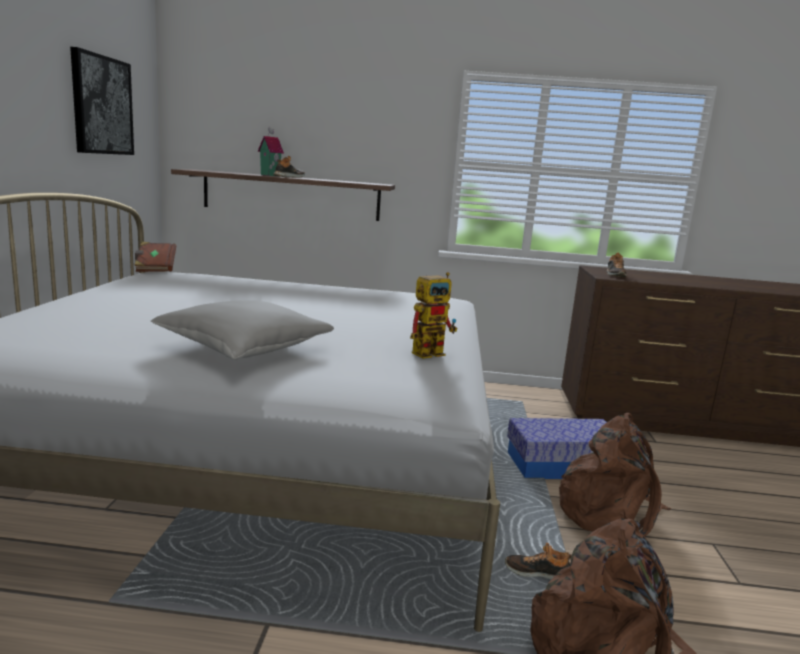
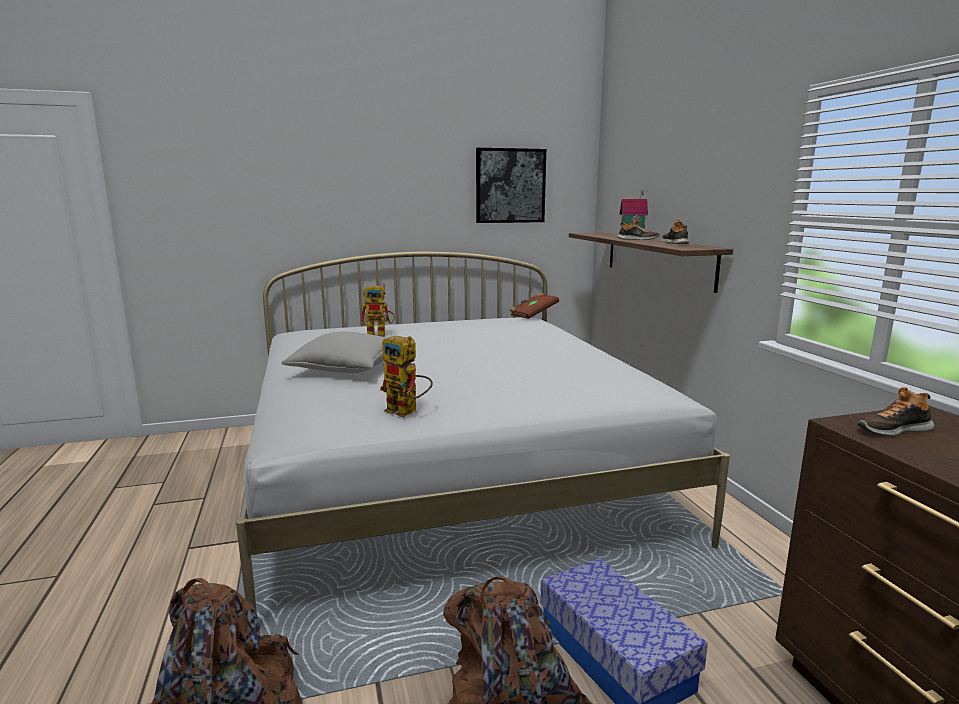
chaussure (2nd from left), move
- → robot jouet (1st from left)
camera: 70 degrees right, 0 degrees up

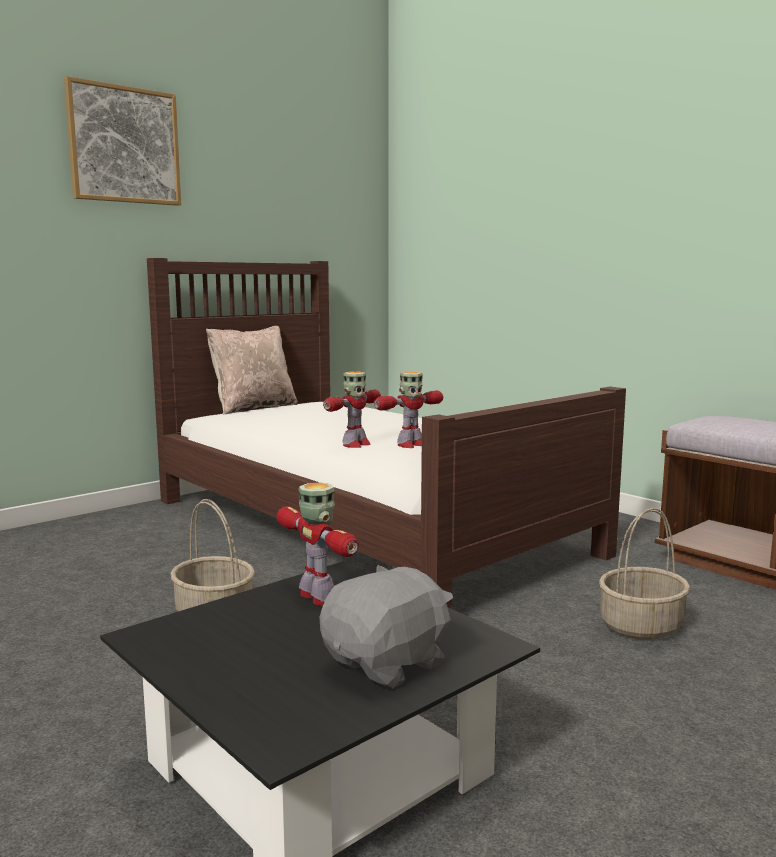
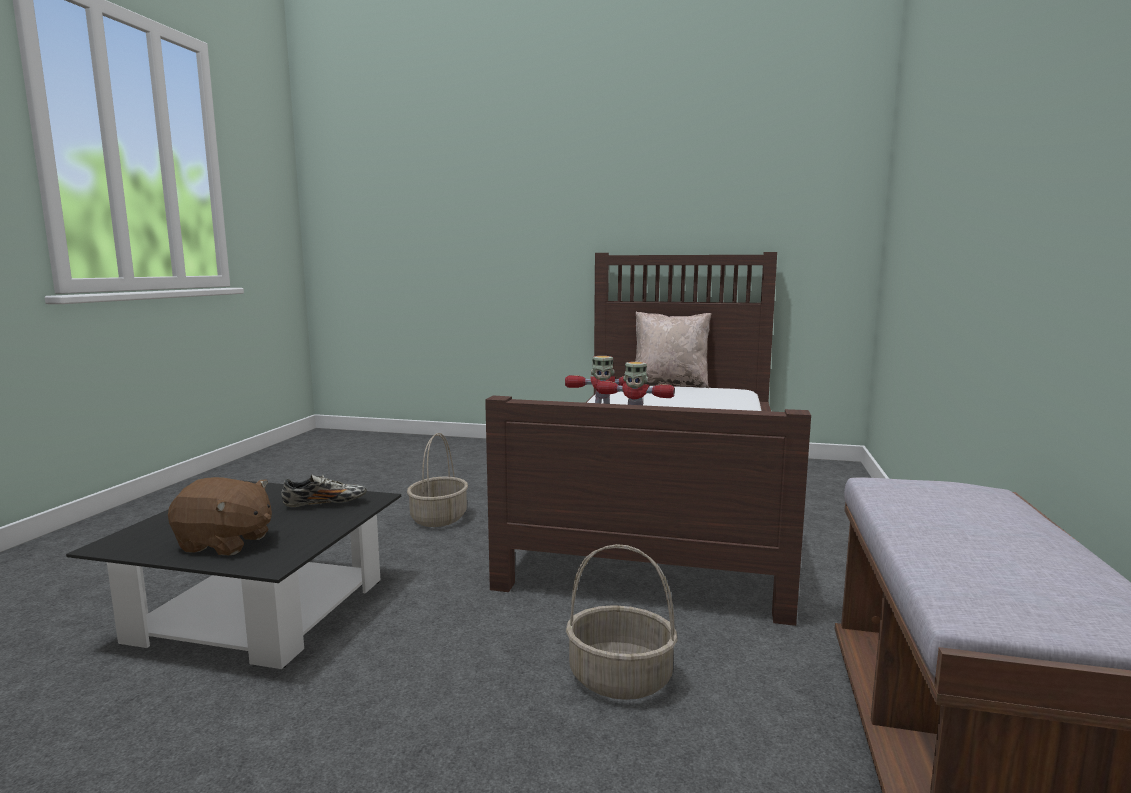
tableau → -
robot jouet (1st from left) → chaussure
peluche [gris] → peluche [marron]
camera: 55 degrees right, 0 degrees up

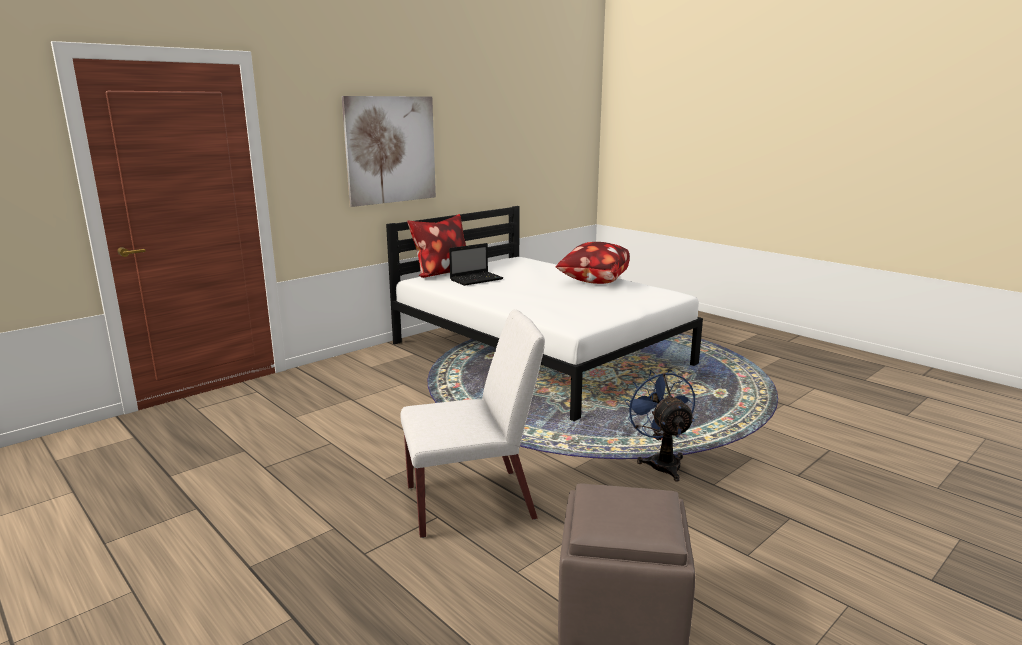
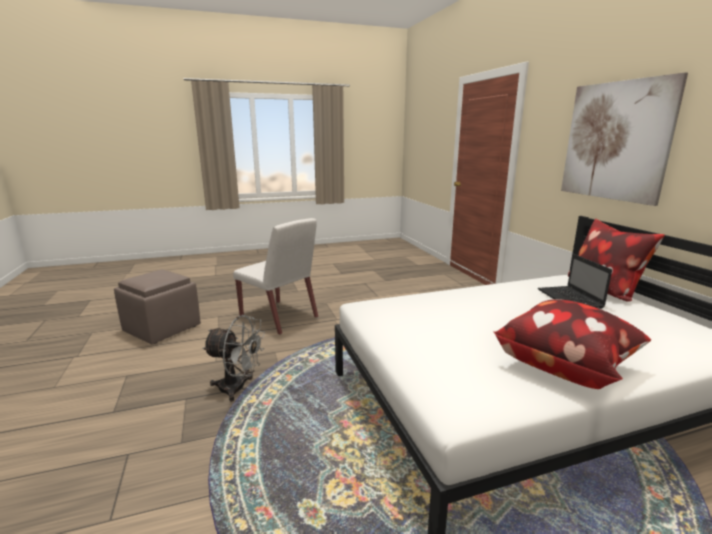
chaise [blanc], 60 degrees counterclockwise
ventilateur [bleu] → ventilateur [gris]
camera: 115 degrees right, 0 degrees up

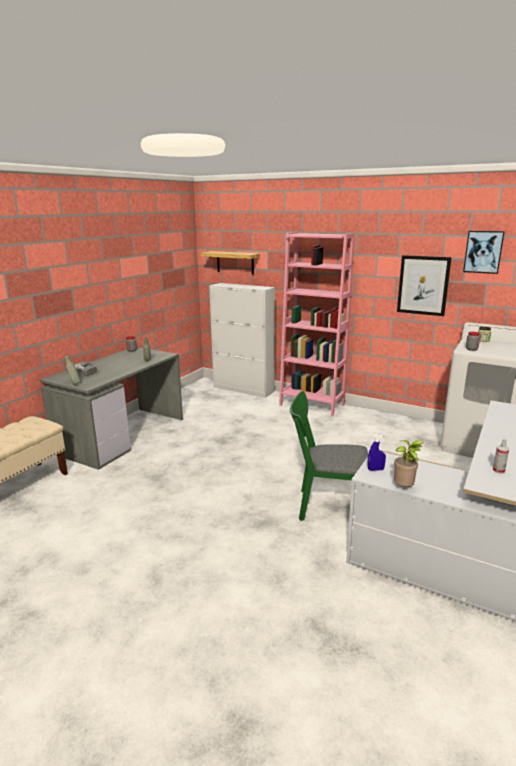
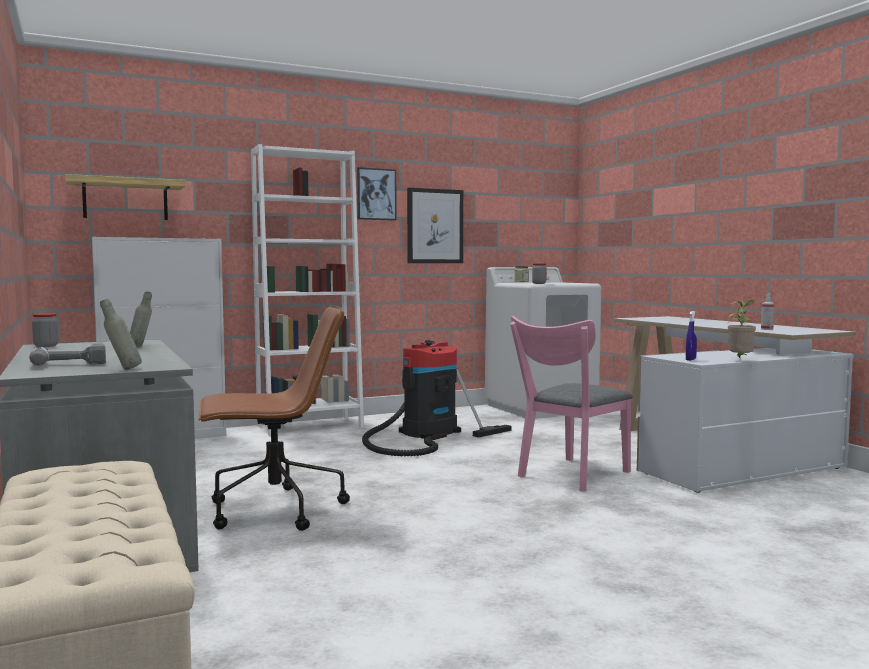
tableau (2nd from left in the first image) → tableau (1st from left), move
bibliothèque [rose] → bibliothèque [blanc]
chaise [vert] → chaise [rose]
- → chaise de bureau [marron]
- → aspirateur
camera: 55 degrees left, 15 degrees down

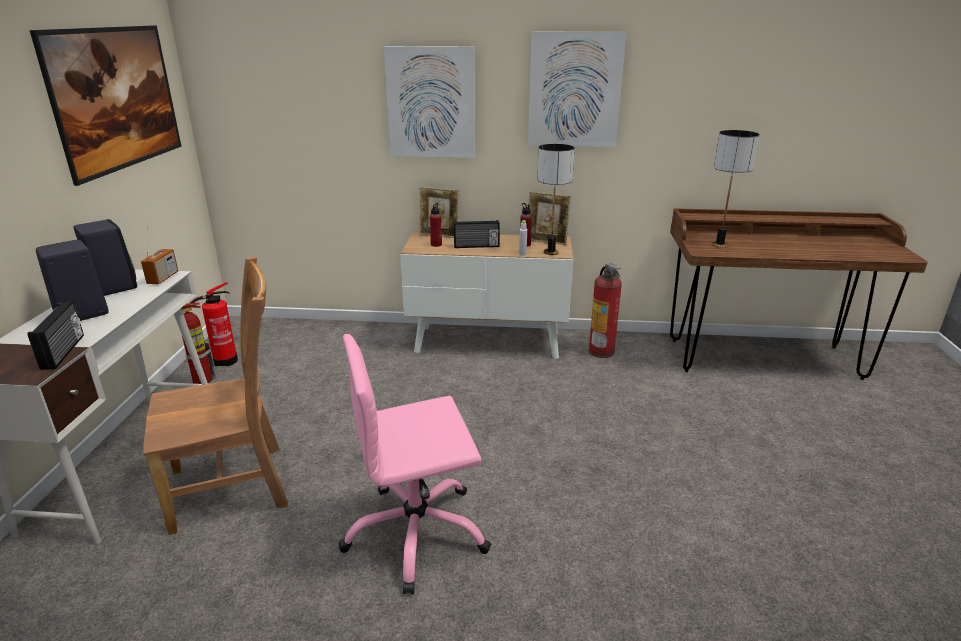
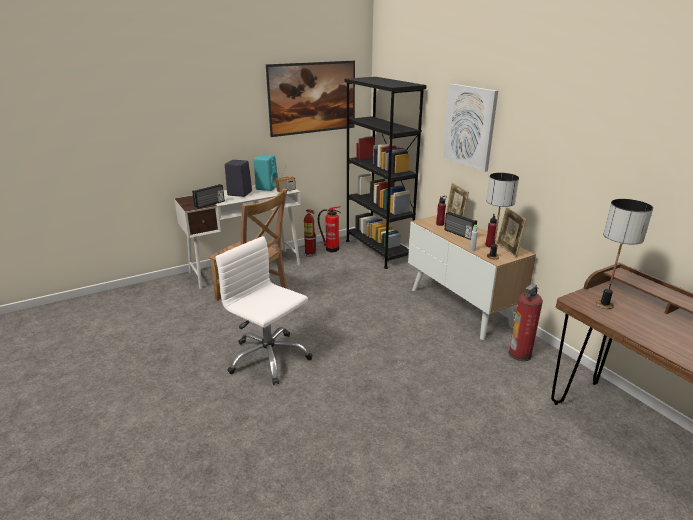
tableau (3rd from left) → -
enceinte [noir] (2nd from left) → enceinte [turquoise]
chaise de bureau [rose] → chaise de bureau [blanc]
- → bibliothèque [noir]
camera: 55 degrees right, 0 degrees up

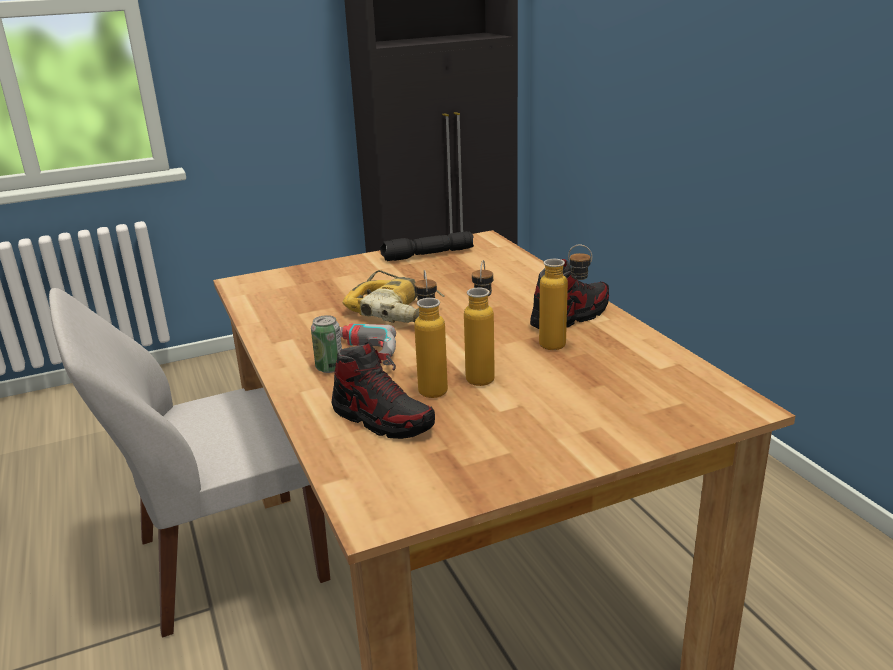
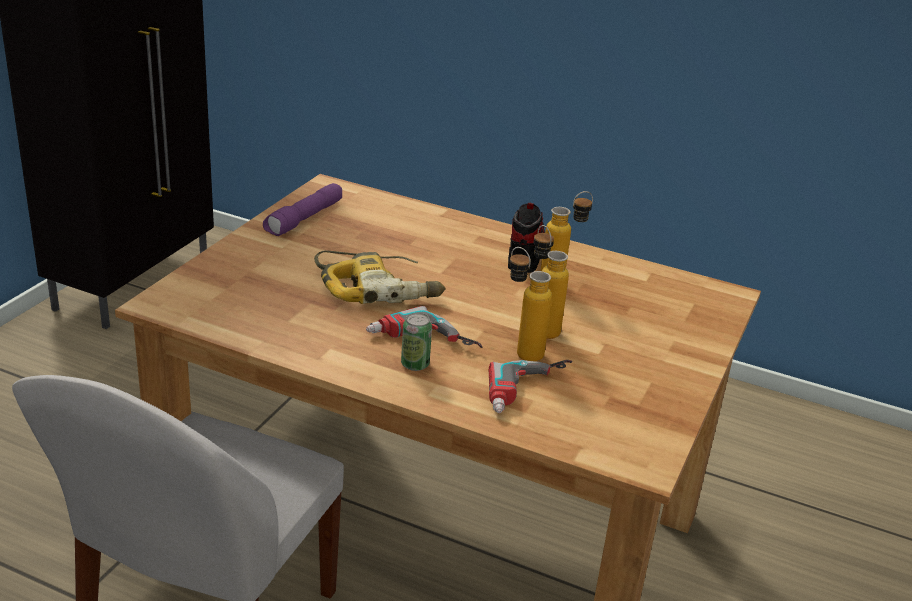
lampe de poche [noir] → lampe de poche [violet]
chaussure (1st from left) → perceuse (3rd from left)
camera: 45 degrees left, 5 degrees up

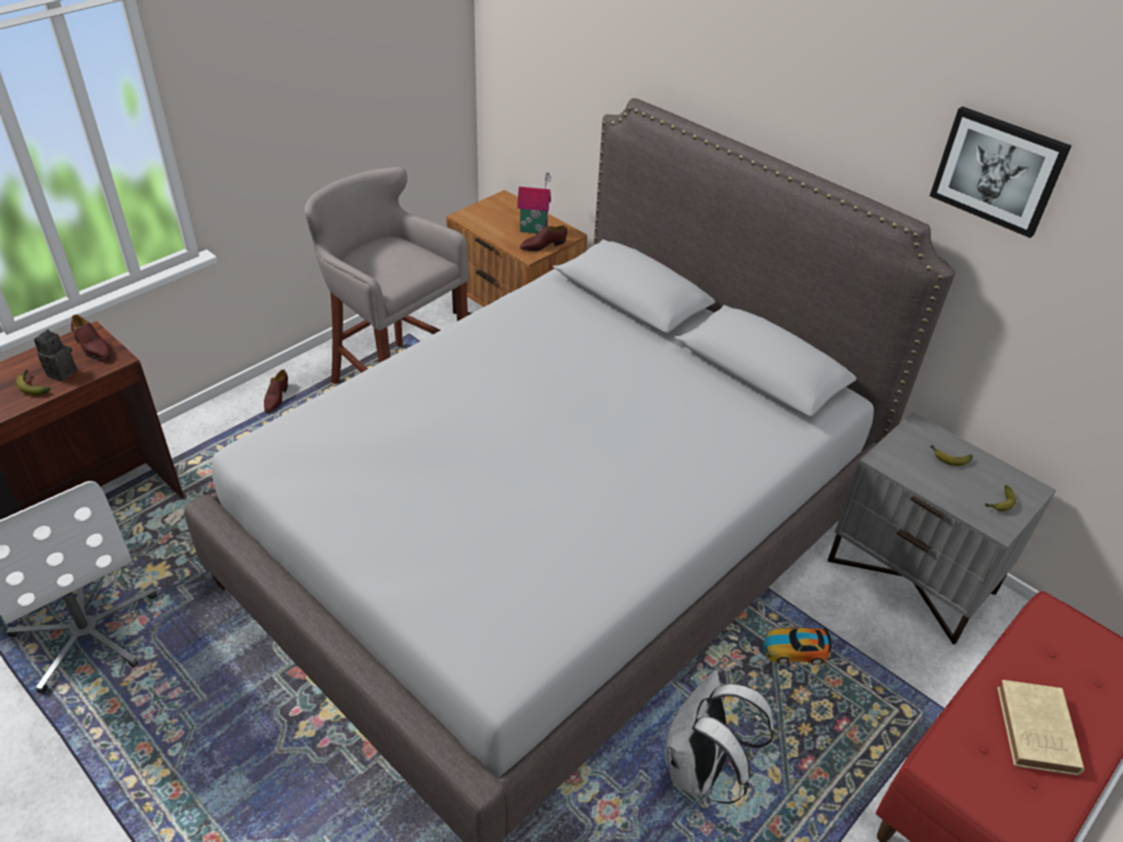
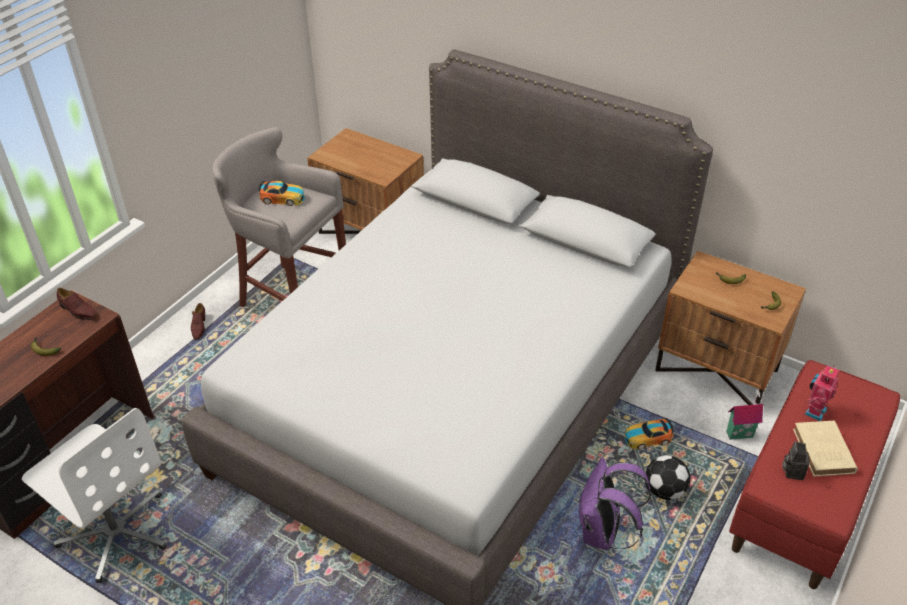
tableau → -
maison miniature, move
chaussure [marron] (3rd from left) → -
appareil photo, move
table de chevet [gris] → table de chevet [marron] (2nd from left)
sac à dos [blanc] → sac à dos [violet]
- → petite voiture (1st from left)
- → robot jouet
- → ballon de foot
camera: 10 degrees left, 0 degrees up

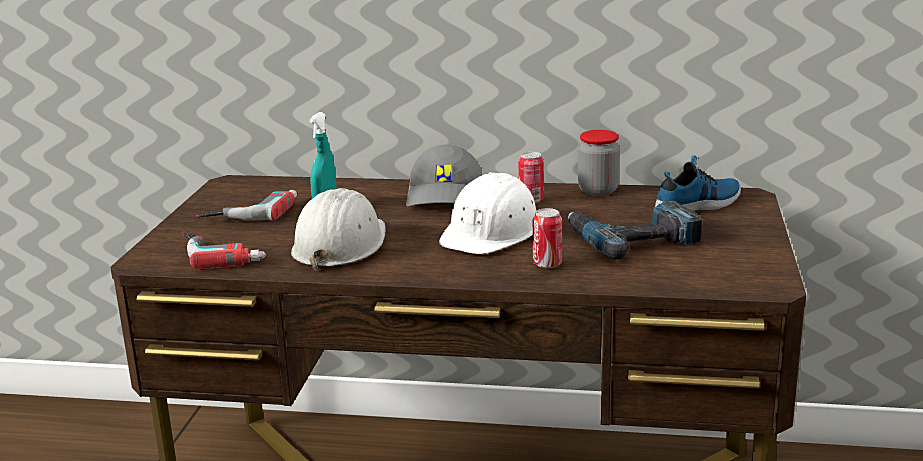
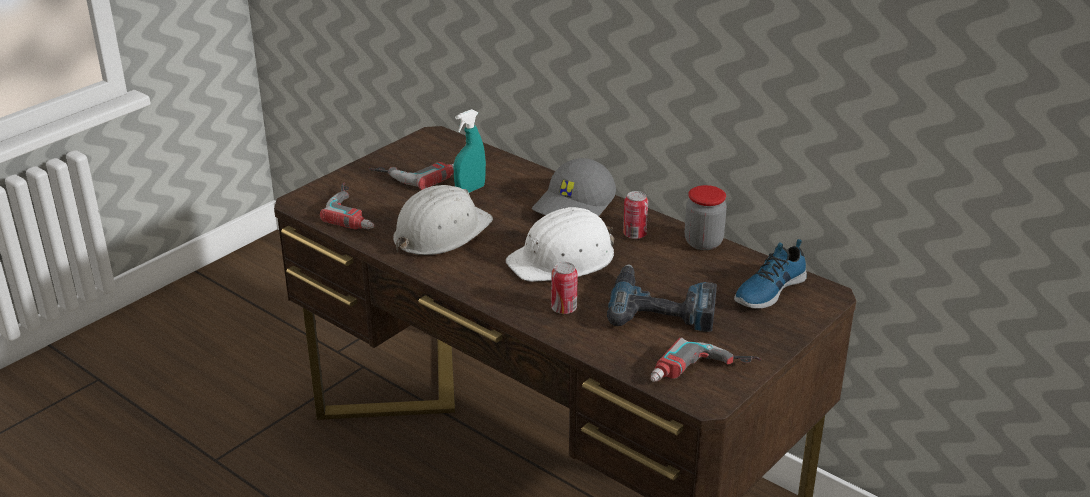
chaussure, 135 degrees clockwise
- → perceuse (4th from left)
camera: 30 degrees right, 10 degrees up

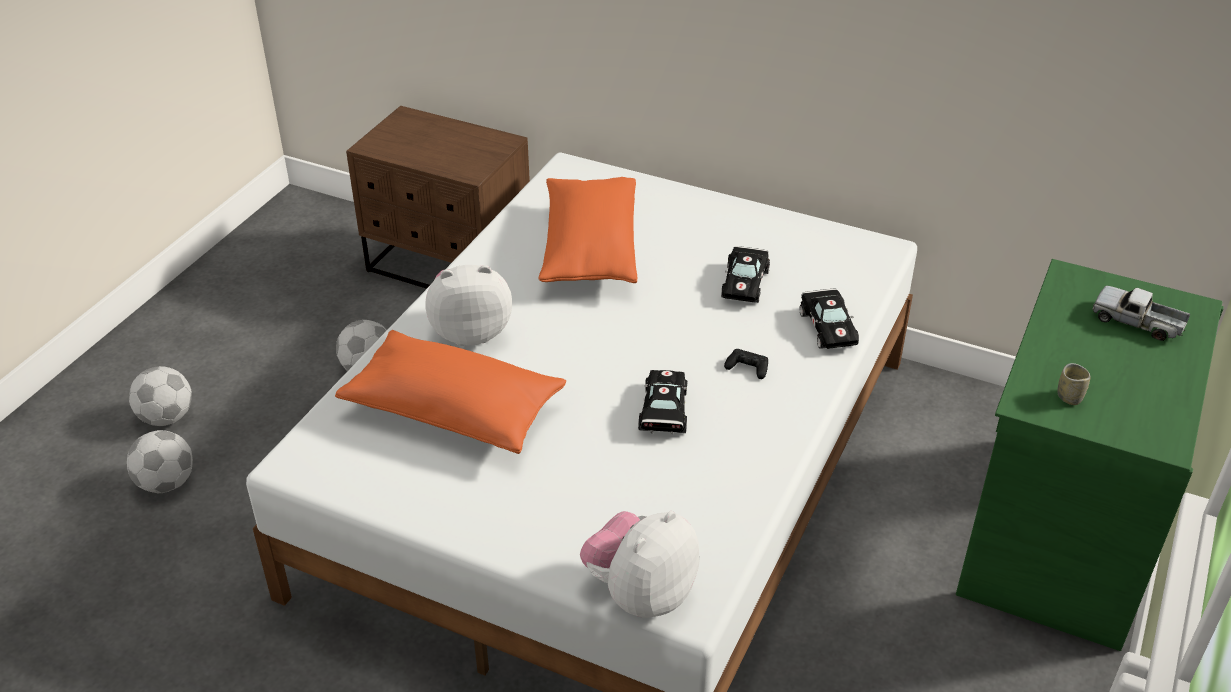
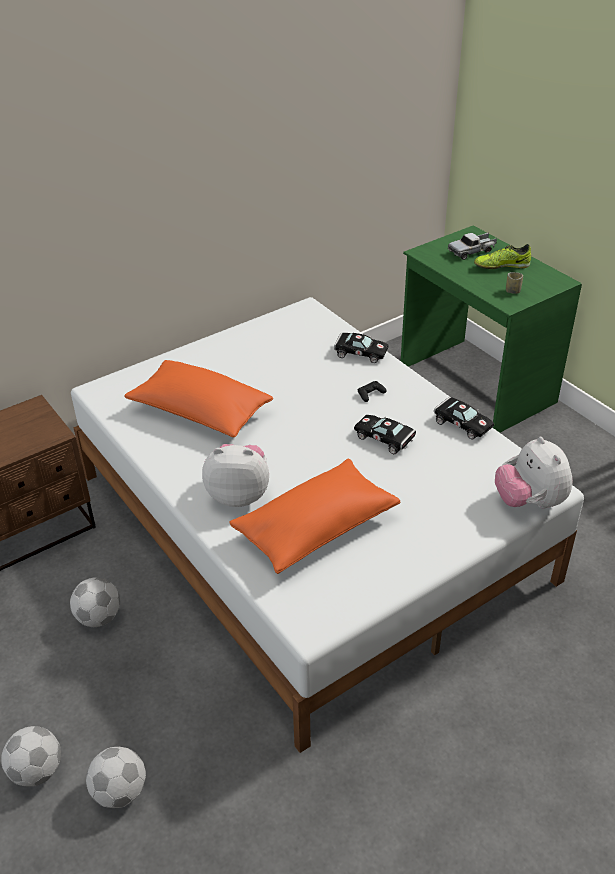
petite voiture [noir] (2nd from left in the first image) → petite voiture [noir] (3rd from left), move
peluche (1st from left), 75 degrees clockwise
- → chaussure
camera: 60 degrees left, 0 degrees up

